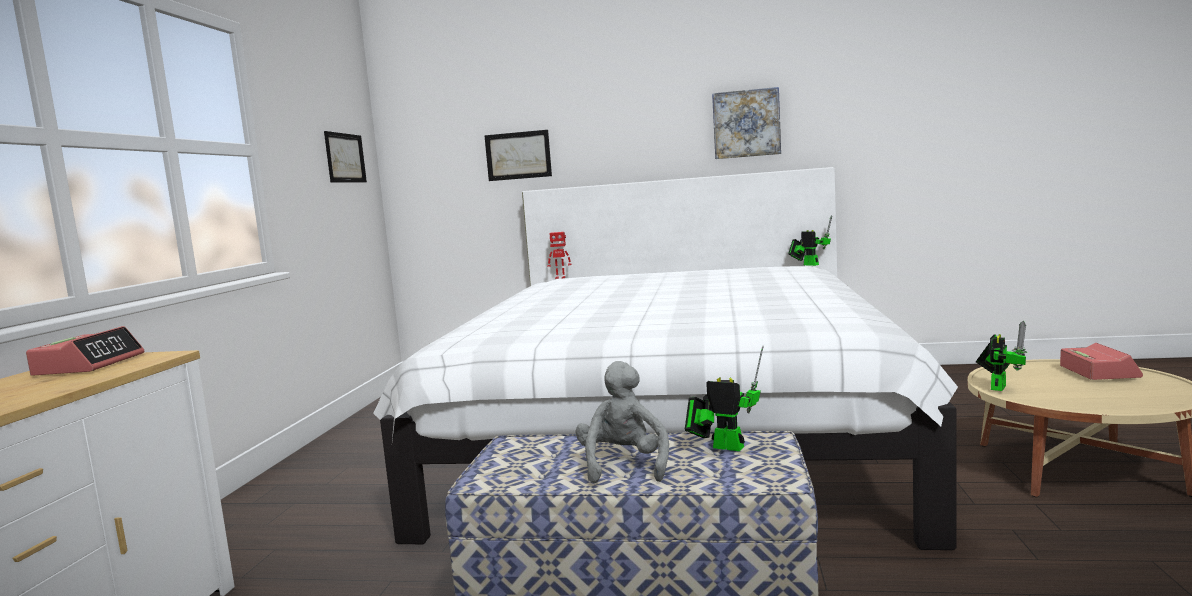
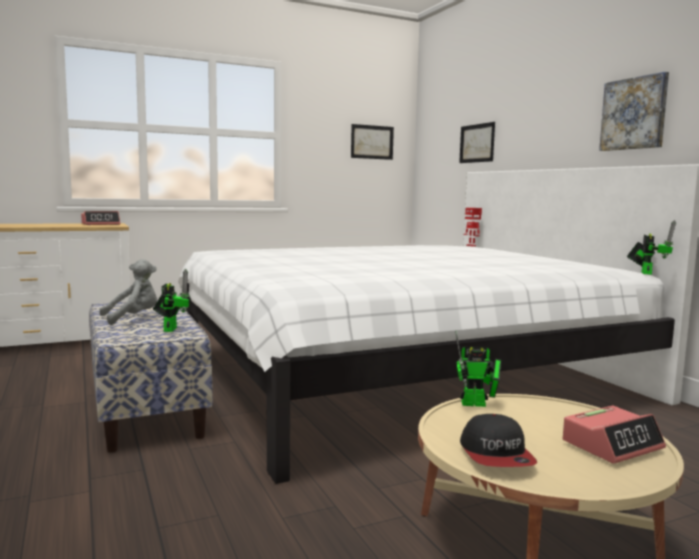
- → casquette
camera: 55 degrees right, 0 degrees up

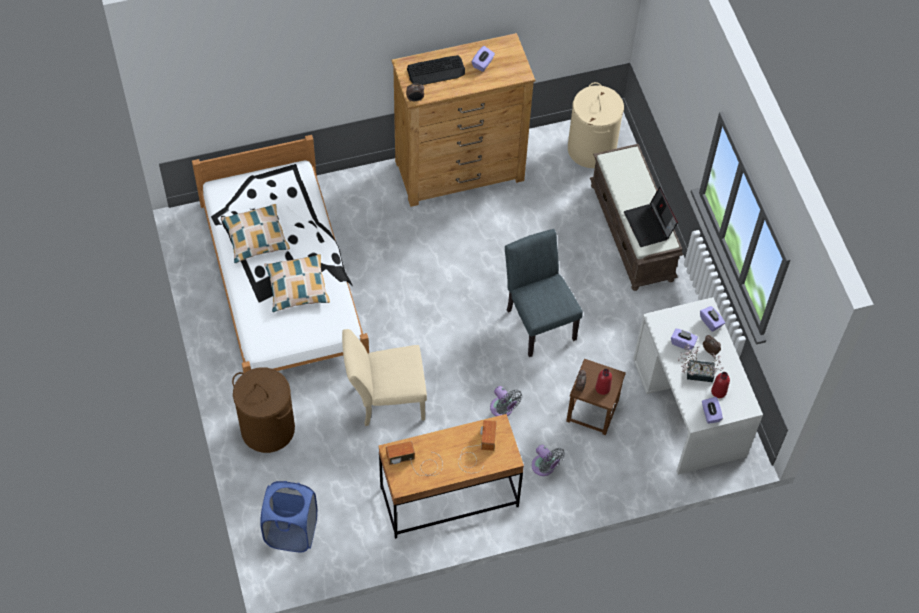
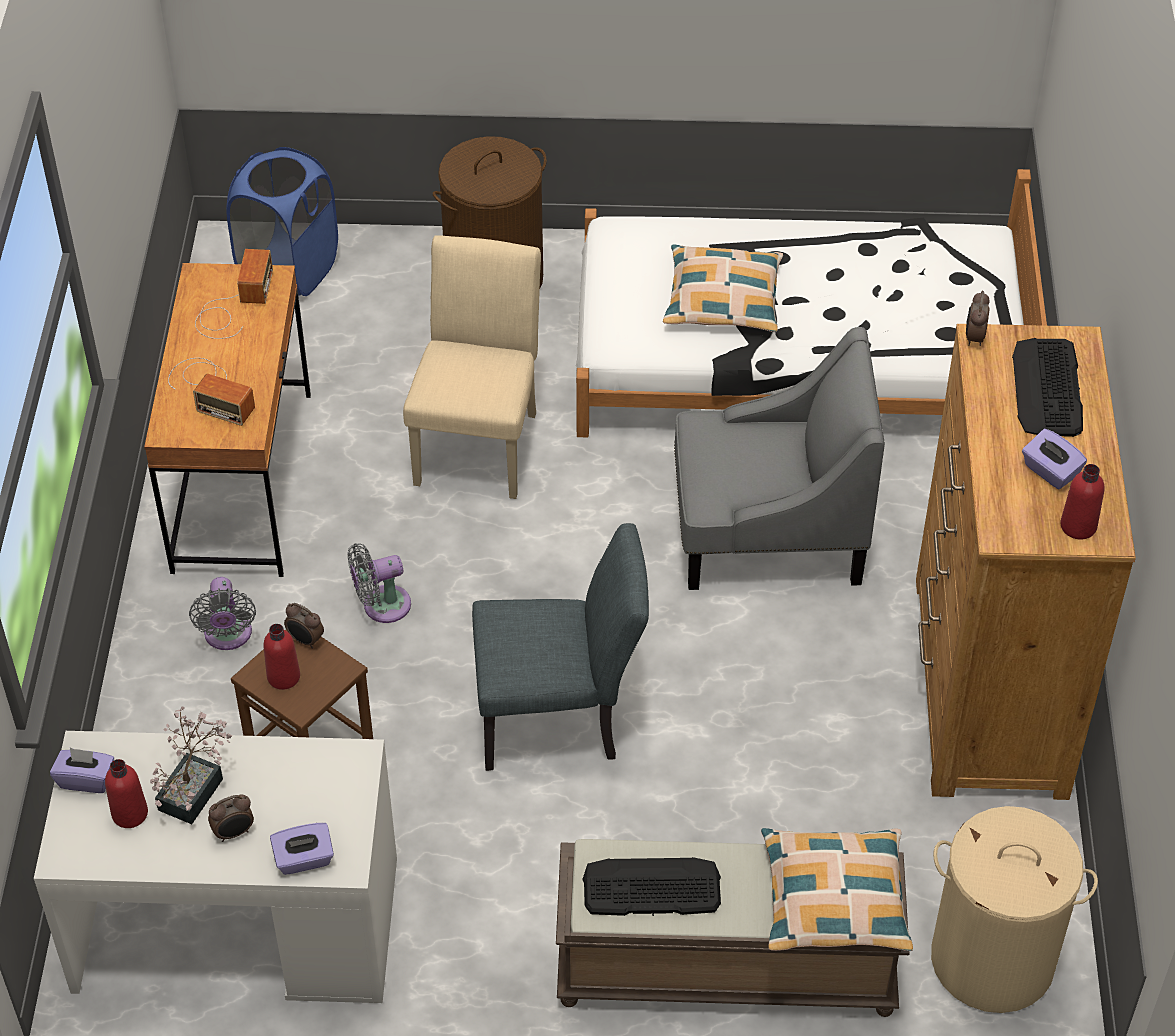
ordinateur portable → clavier (1st from left)
coussin (1st from left in the first image) → coussin (2nd from left), move
boîte à mouchoirs [violet] (2nd from left) → -
ventilateur [gris] (2nd from left in the first image) → ventilateur [gris] (1st from left), 75 degrees counterclockwise
- → fauteuil [gris]
- → bouteille [rouge] (3rd from left)
camera: 110 degrees right, 10 degrees down

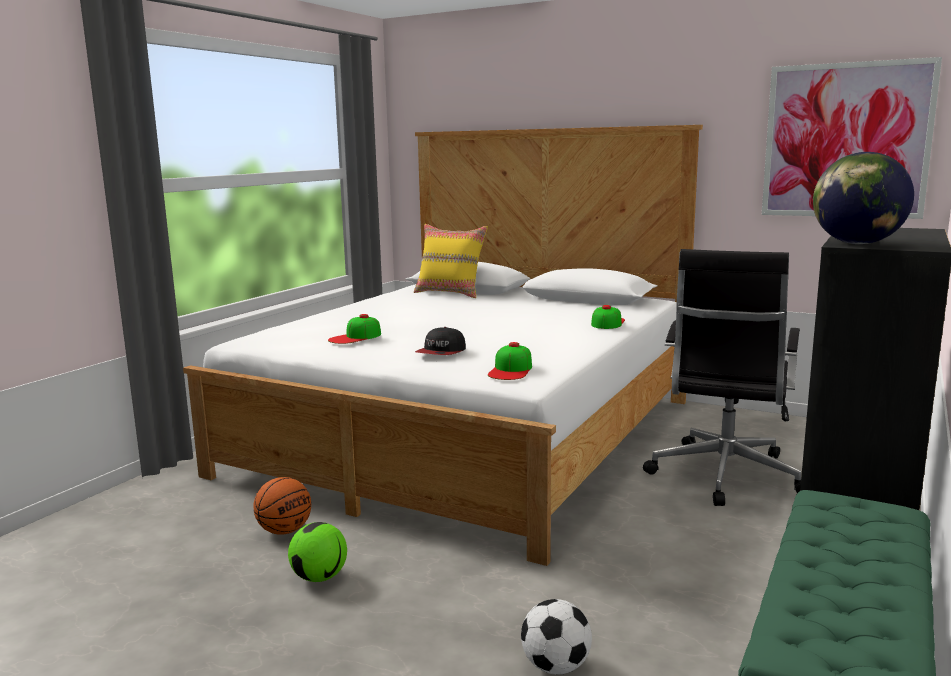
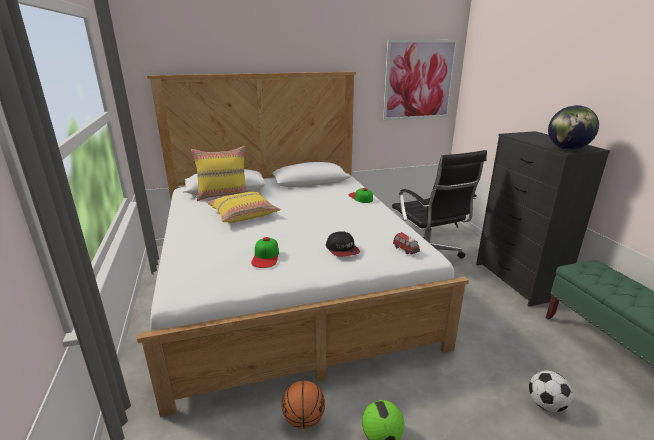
casquette (3rd from left) → petite voiture
- → coussin [jaune] (2nd from left)
camera: 45 degrees left, 10 degrees up

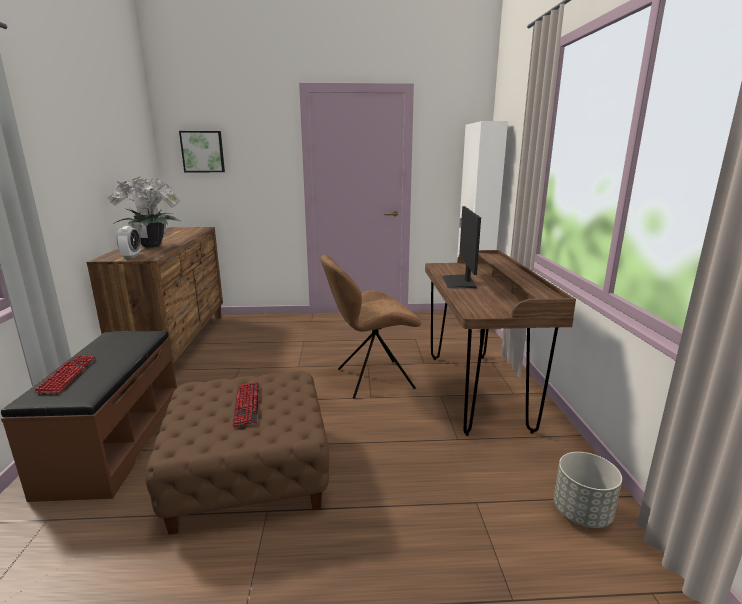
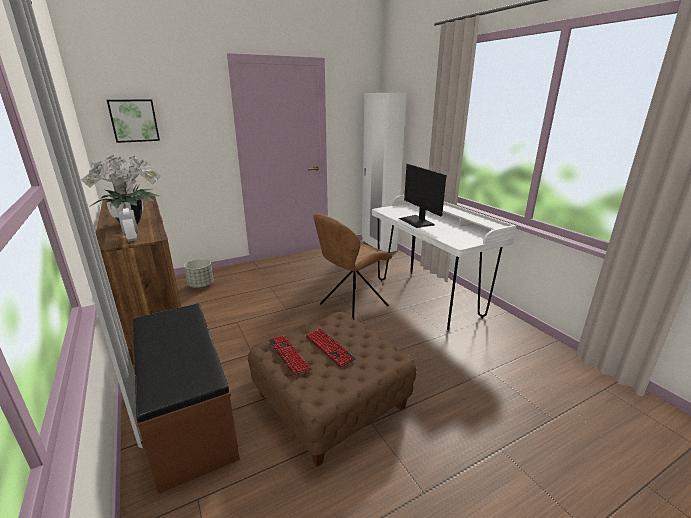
bureau [marron] → bureau [blanc]
clavier (1st from left), move
cache-pot [gris], move
camera: 25 degrees left, 5 degrees up

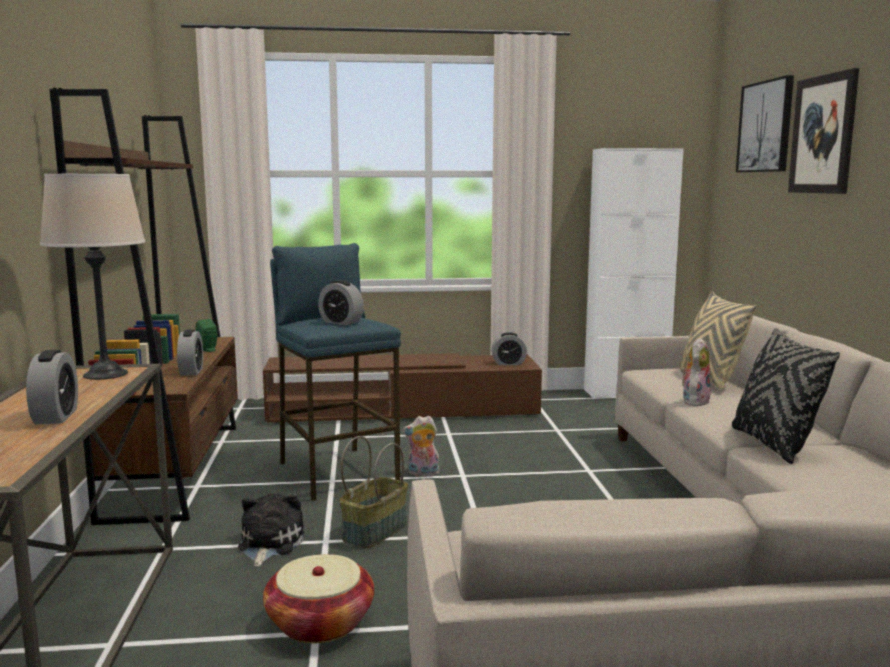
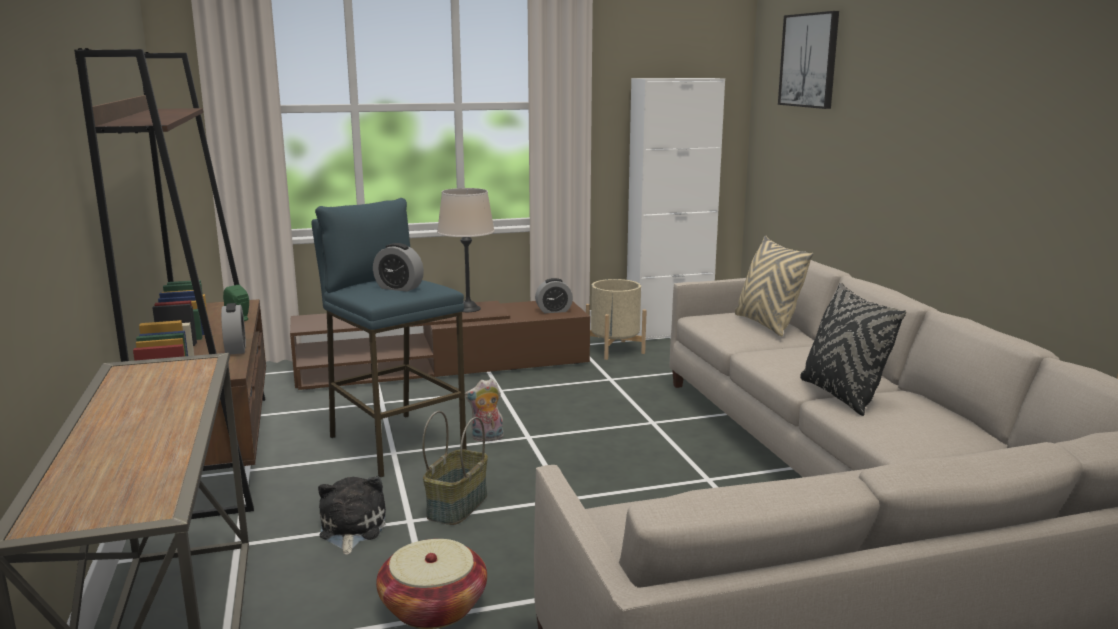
tableau (2nd from left) → -
lampe de table [beige], move
peluche (3rd from left) → -
réveil (1st from left) → -
- → cache-pot [beige]
camera: 10 degrees left, 5 degrees up

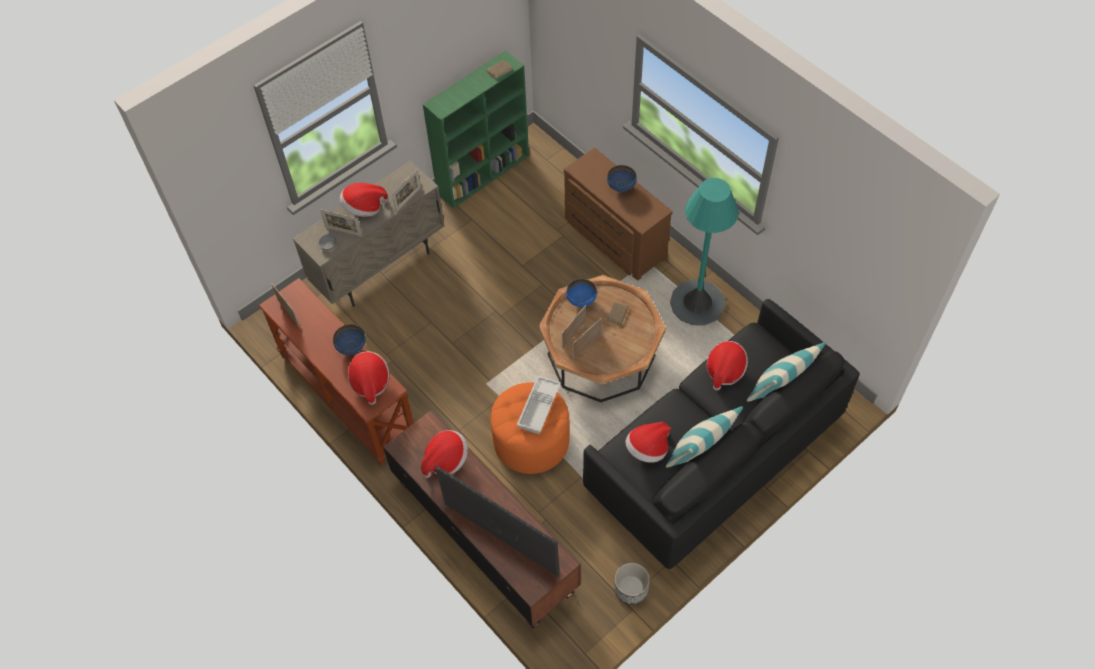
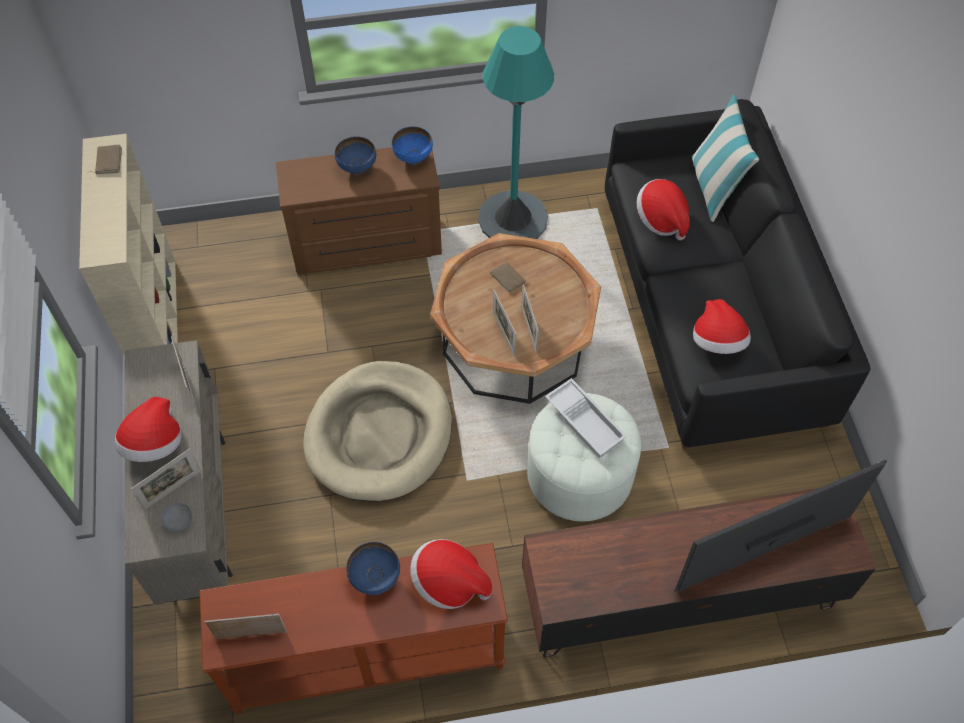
bibliothèque [vert] → bibliothèque [beige]
bol [bleu] (2nd from left in the first image) → bol [bleu] (3rd from left), move
pouf [orange] → pouf [blanc]
coussin (1st from left) → -
chapeau (3rd from left) → -
cache-pot → -
- → panier pour chien [beige]
camera: 60 degrees left, 0 degrees up

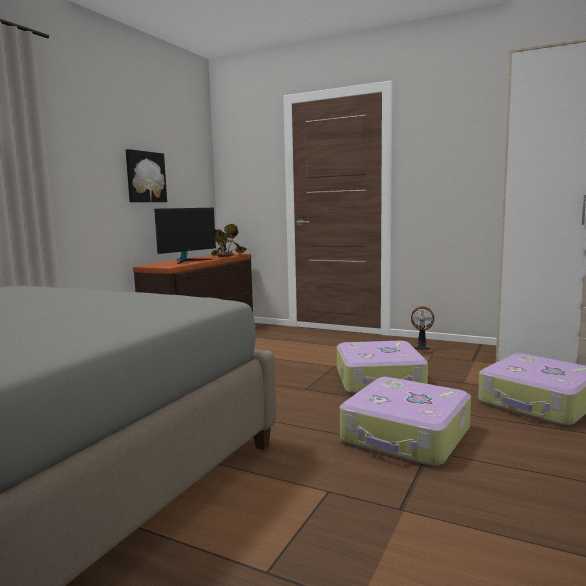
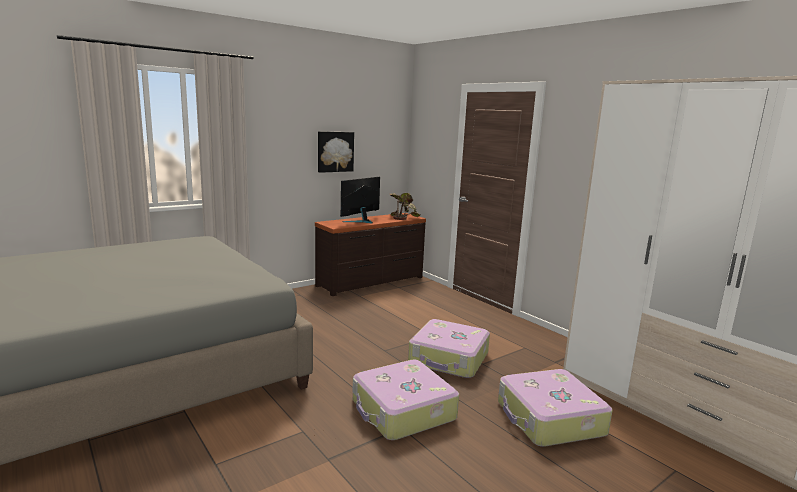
écran d'ordinateur, 150 degrees clockwise
ventilateur → -
camera: 25 degrees right, 5 degrees up

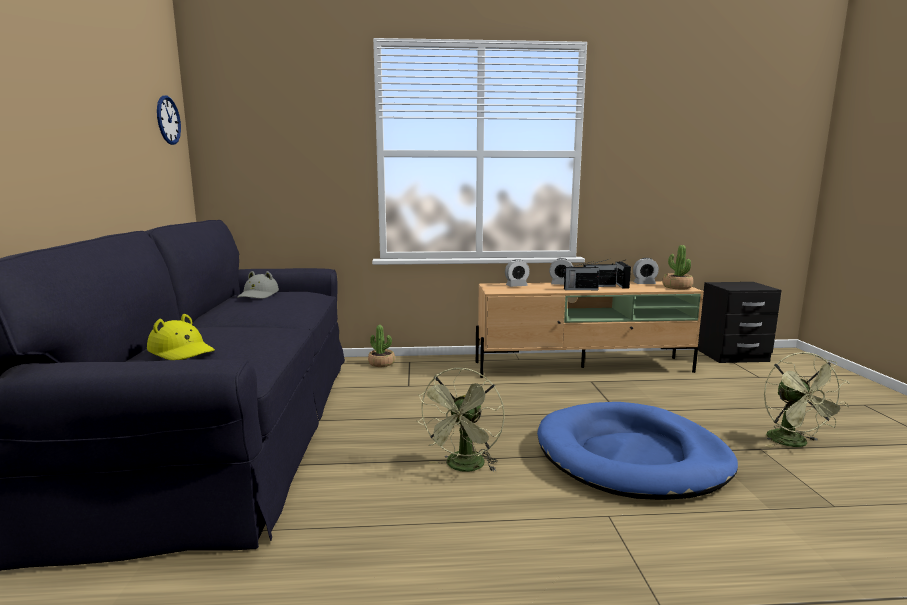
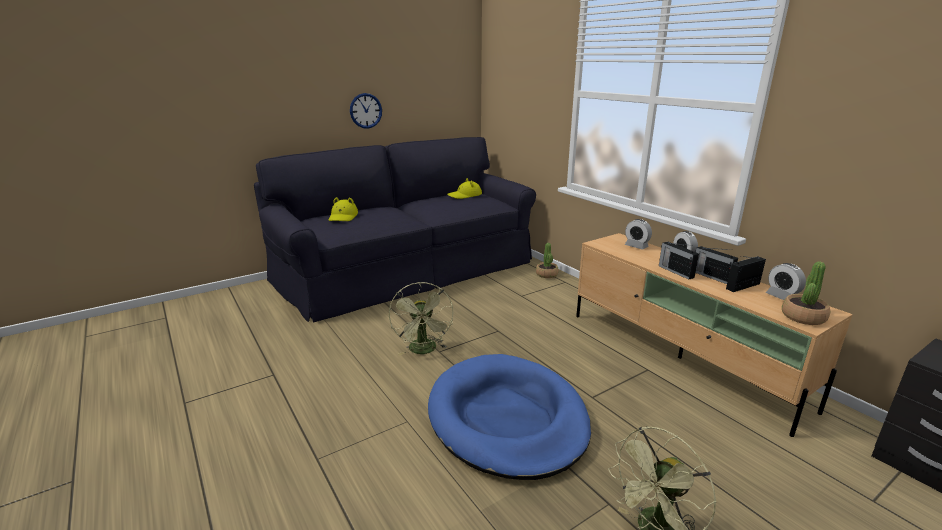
horloge murale, move
chapeau [gris] → chapeau [jaune] (2nd from left)
ventilateur [vert] (1st from left), 90 degrees counterclockwise
camera: 60 degrees right, 10 degrees up

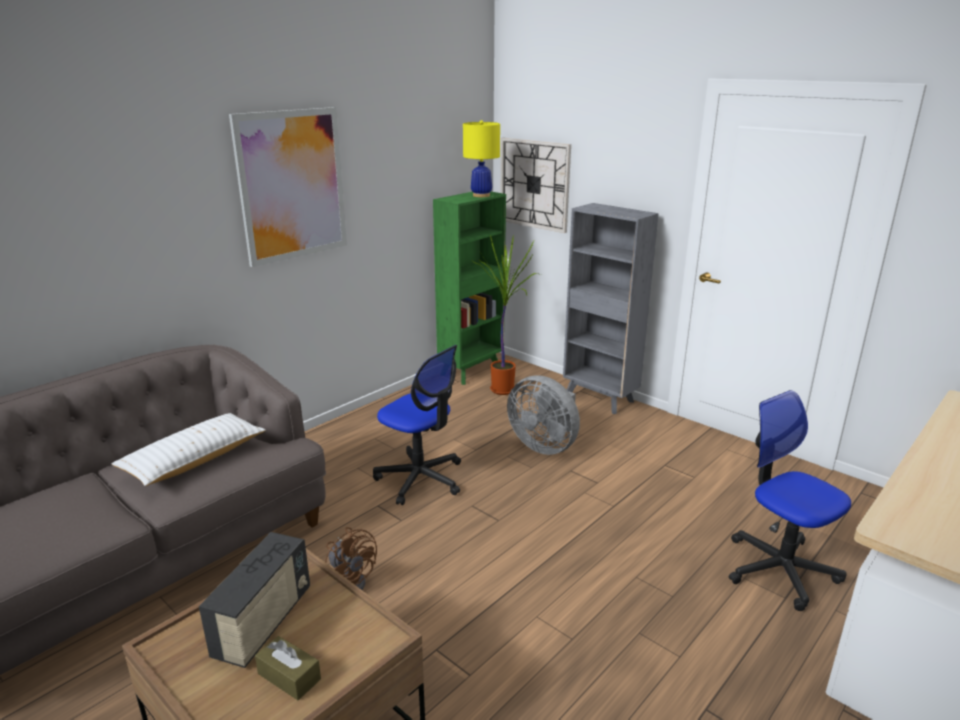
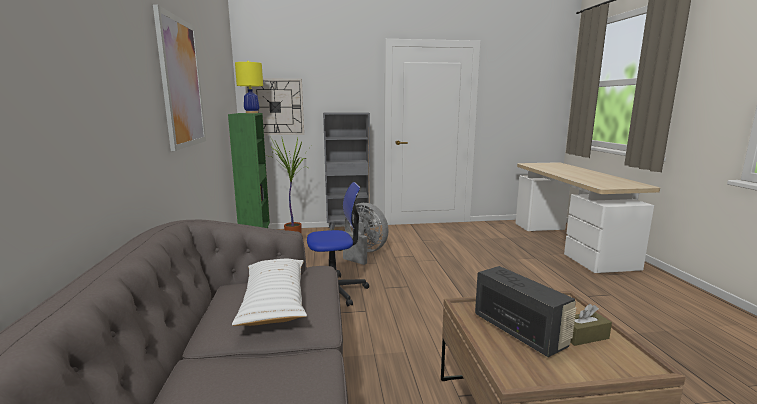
ventilateur [gris], 135 degrees counterclockwise
chaise de bureau (2nd from left) → -
ventilateur [marron] → -
camera: 50 degrees left, 10 degrees down

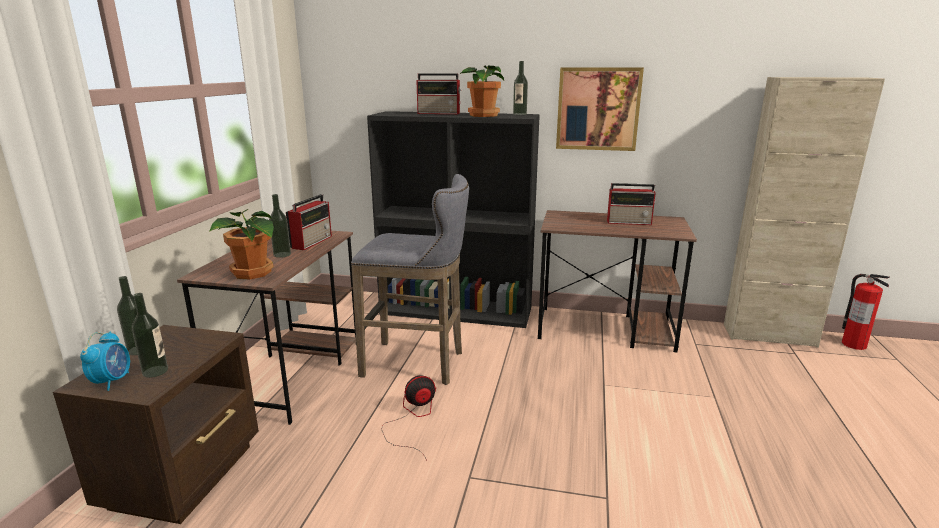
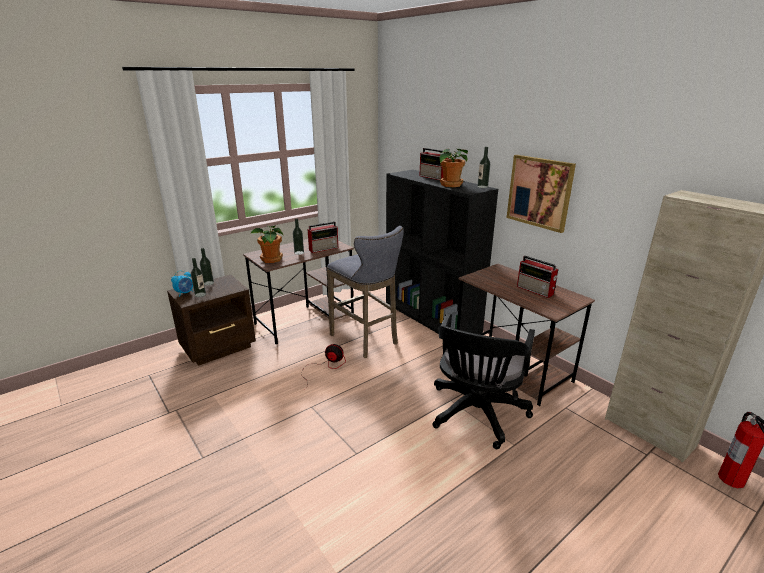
- → chaise de bureau [noir]
camera: 40 degrees right, 5 degrees up

